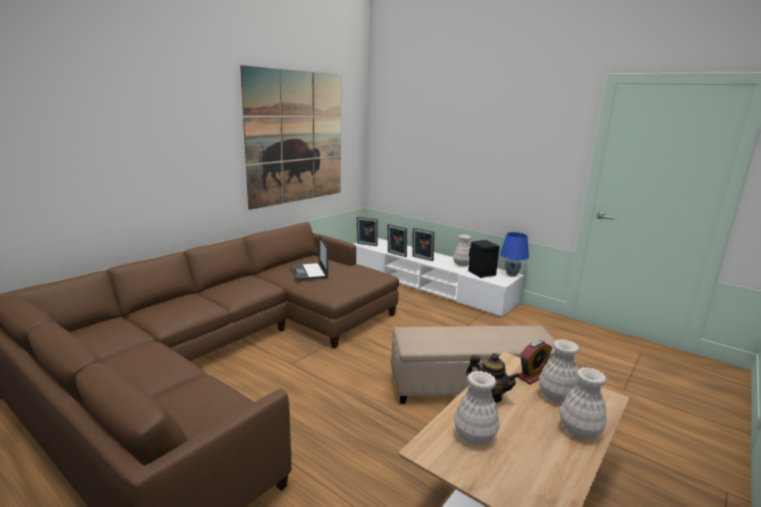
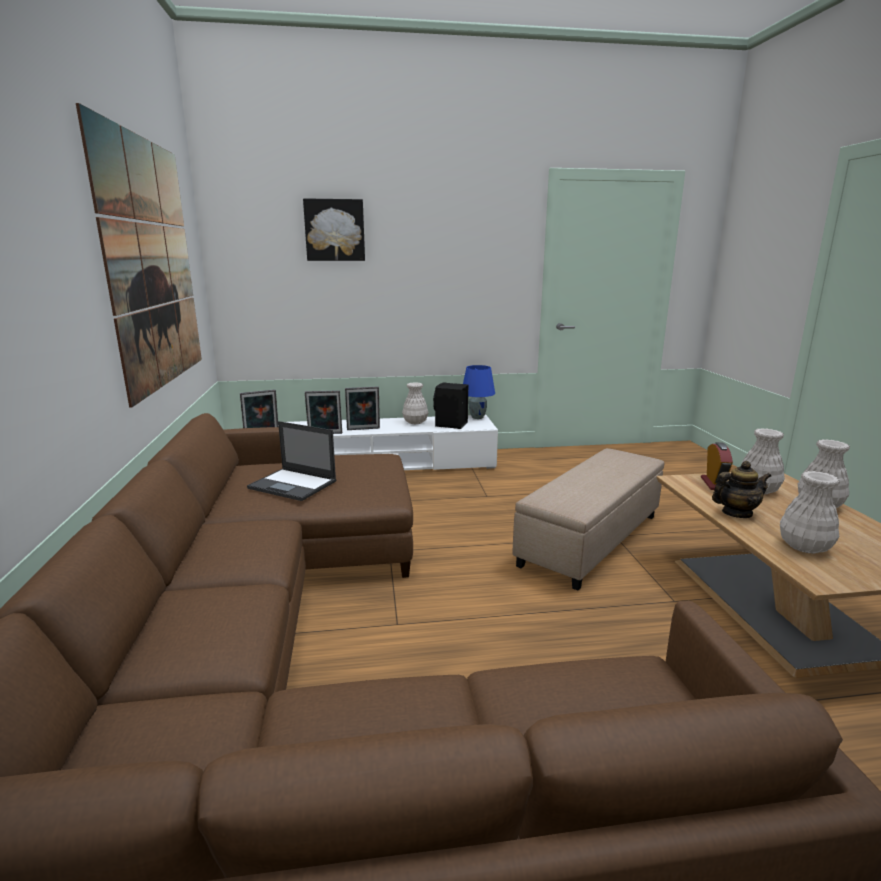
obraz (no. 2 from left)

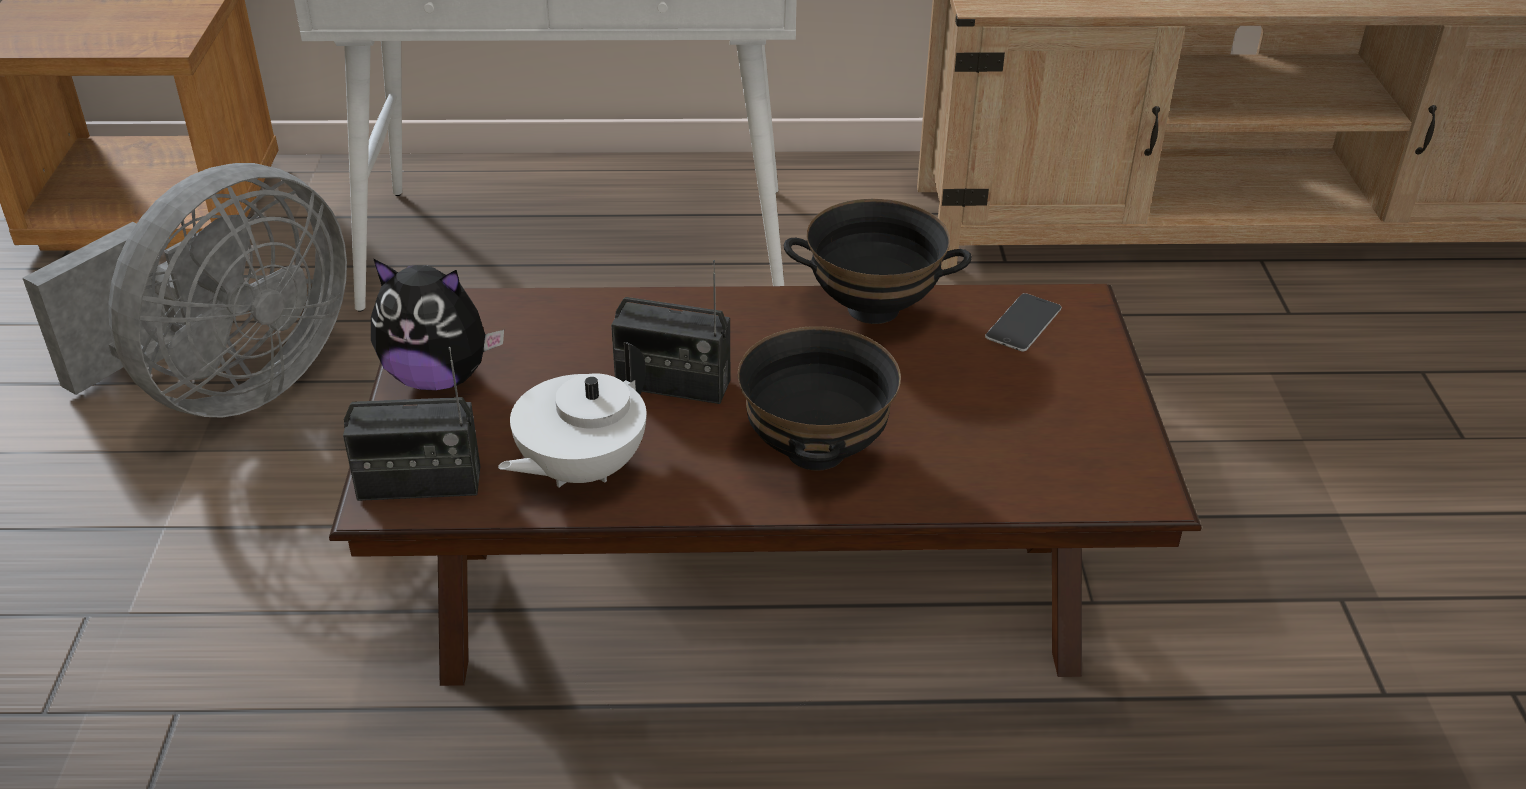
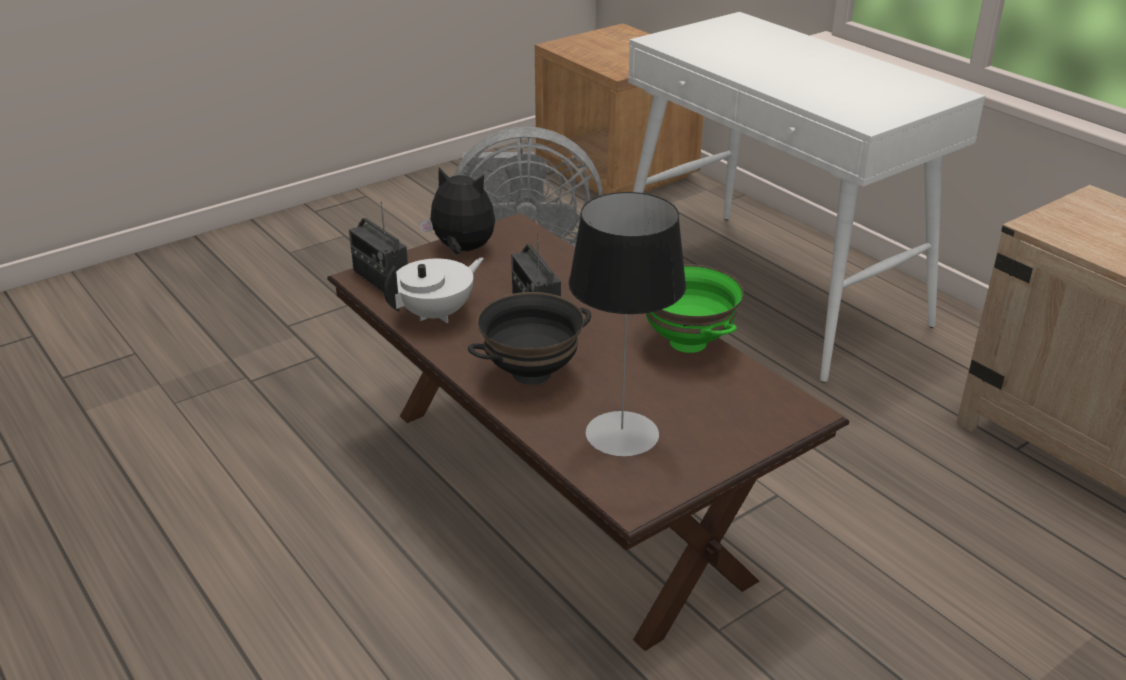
telefon
lampa stołowa
miska/zielony
pluszak
imbryk/biały

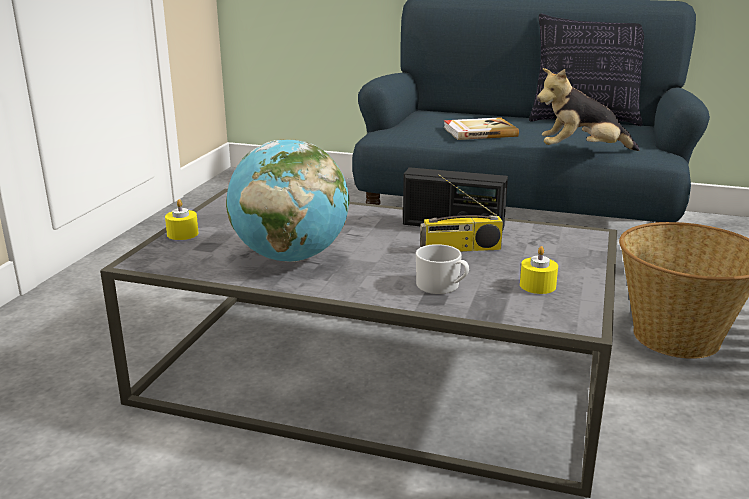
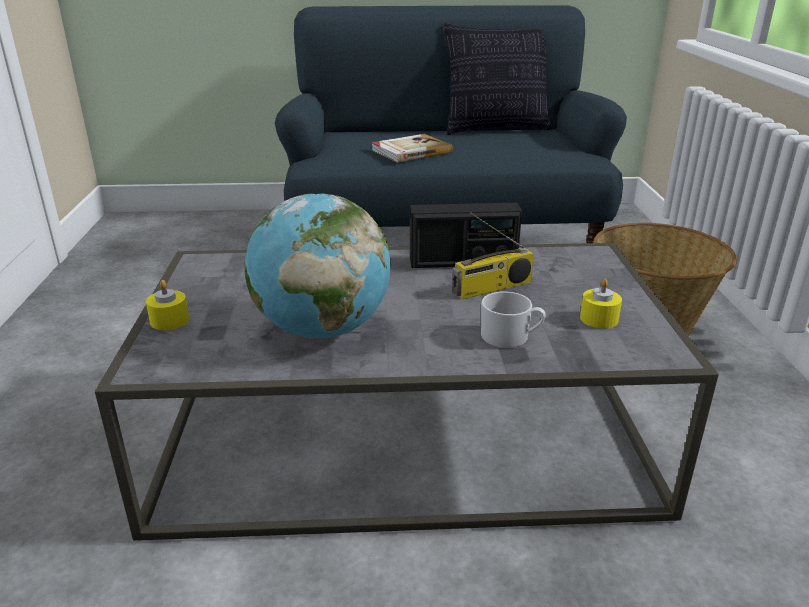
pluszak

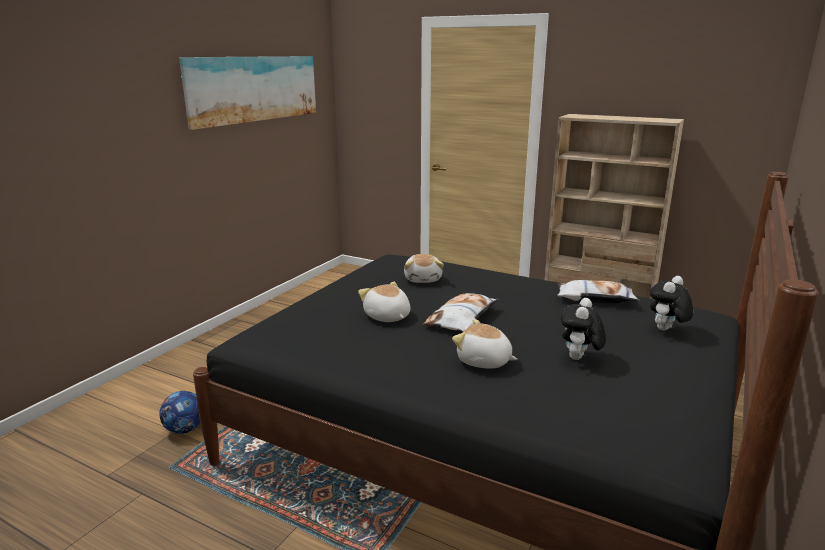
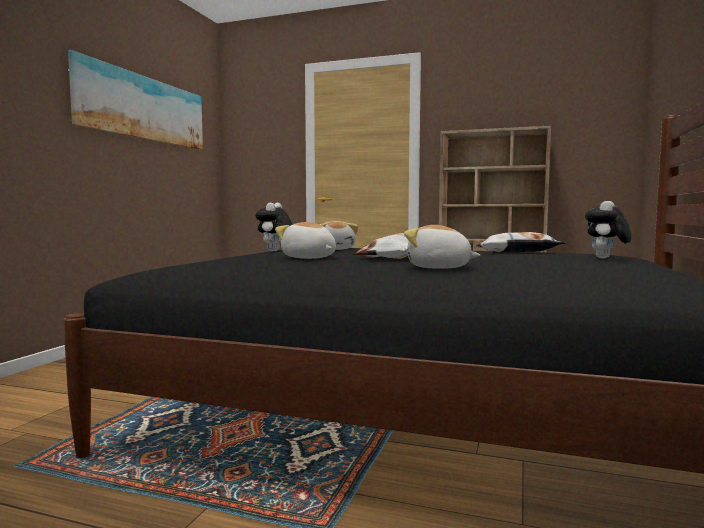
piłka futbolowa
pluszak (no. 1 from left)

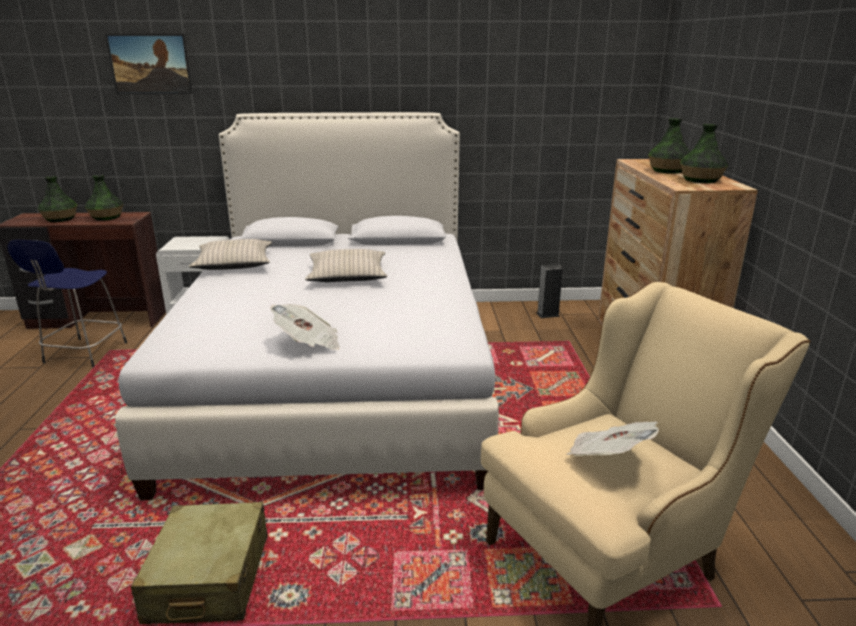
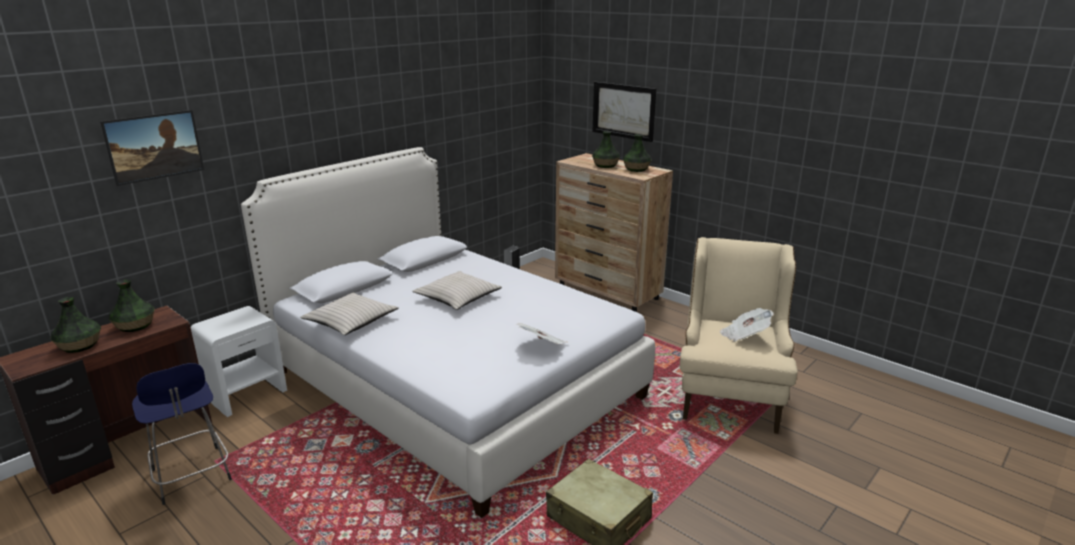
obraz (no. 2 from left)

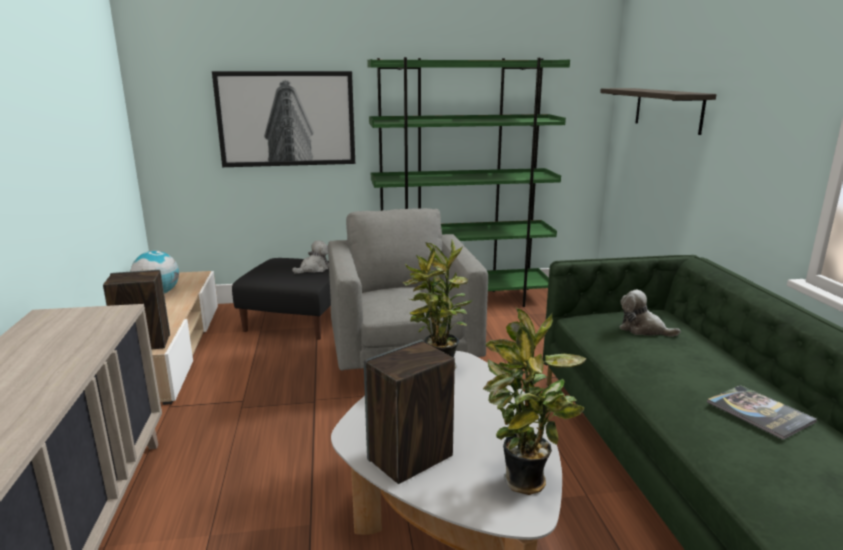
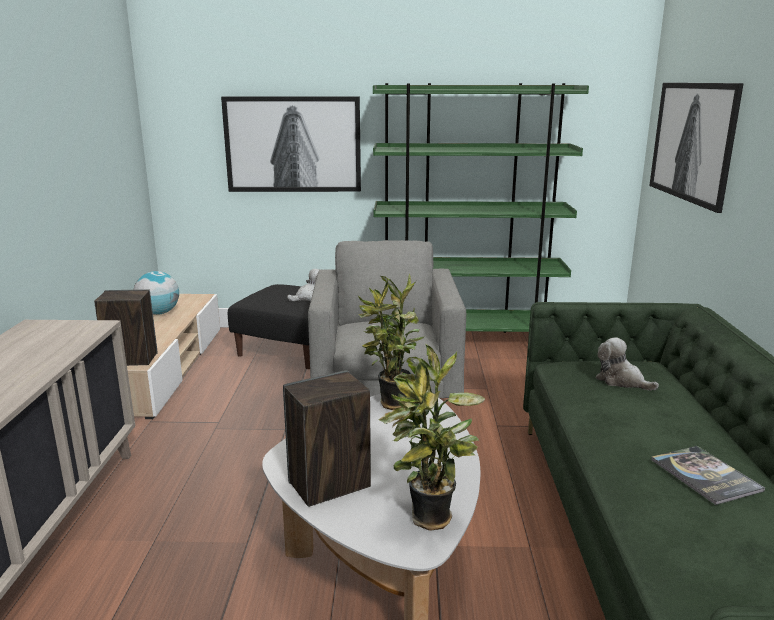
obraz (no. 2 from left)

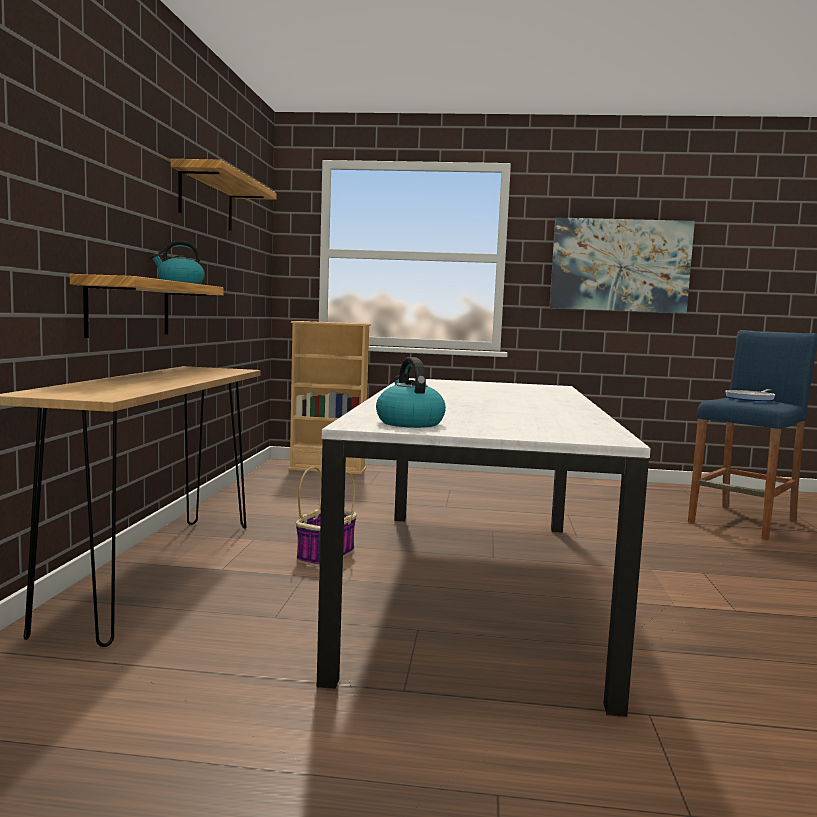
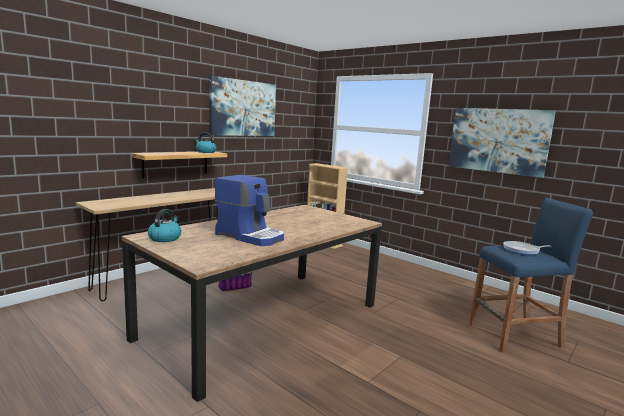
ekspres do kawy
obraz (no. 1 from left)
stół jadalny/brązowy

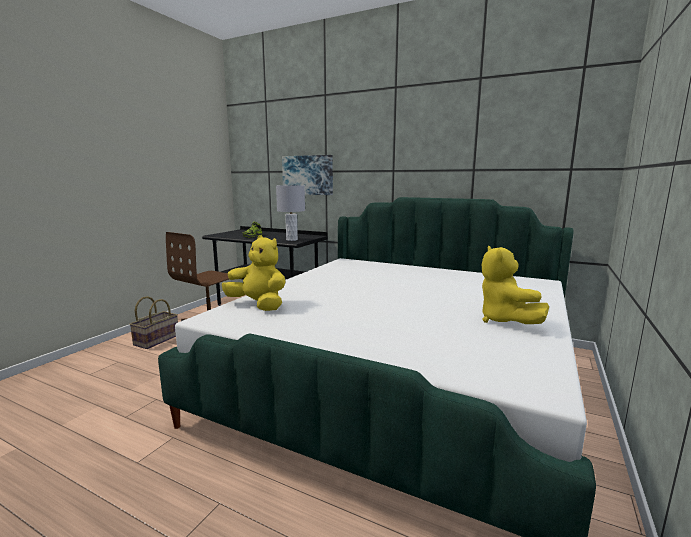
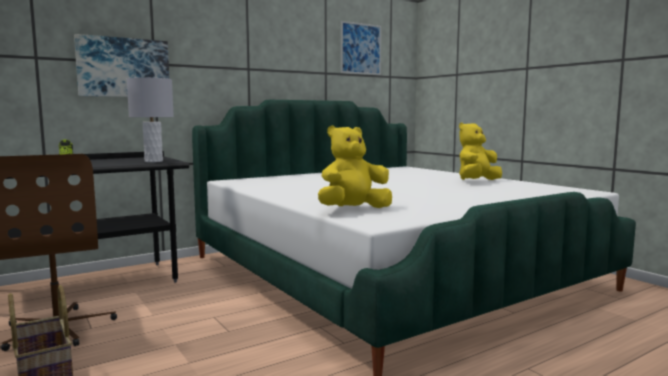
obraz (no. 2 from left)
pluszak/żółty (no. 2 from left)

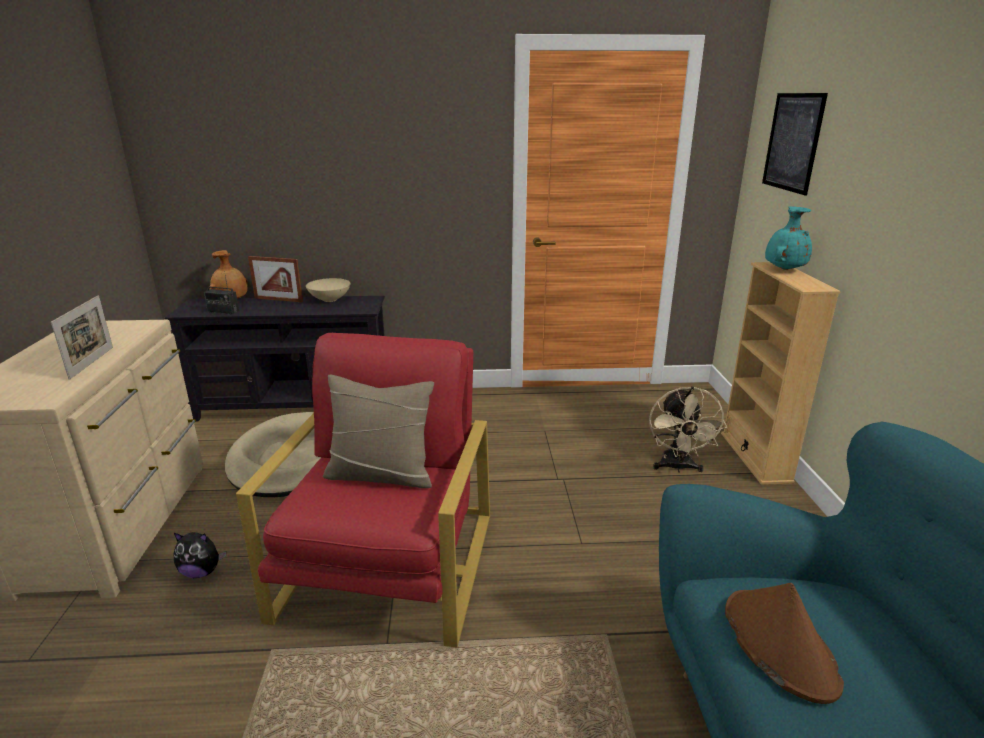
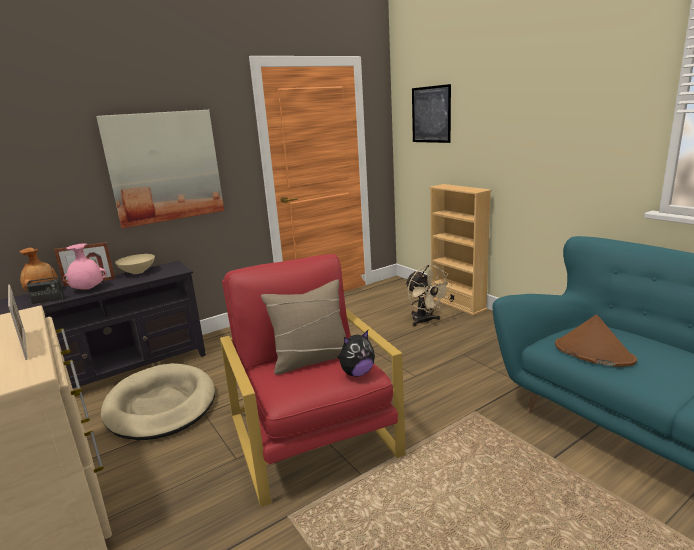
wazon/turkusowy
wazon/różowy
obraz (no. 1 from left)
pluszak

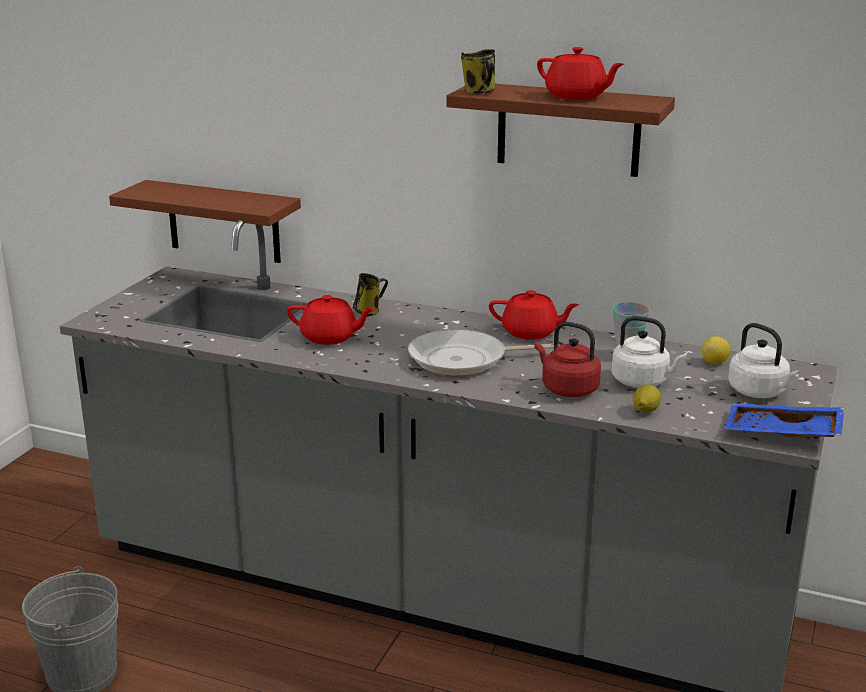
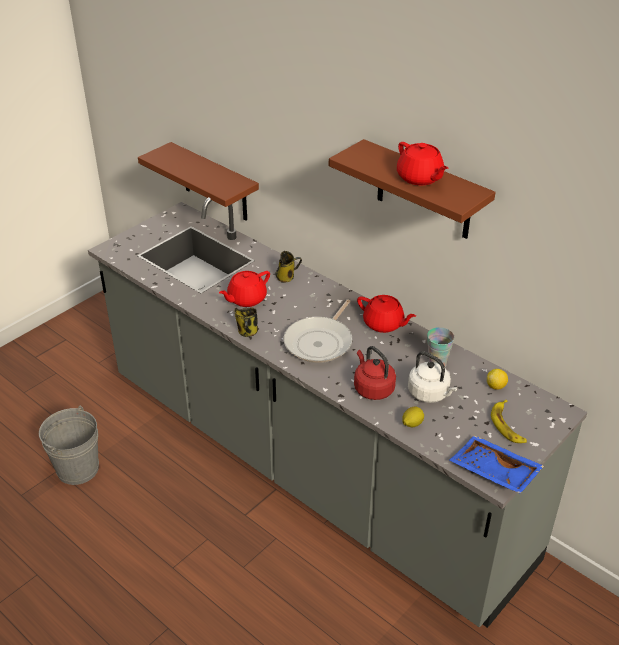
kubek (no. 1 from left)
banan
imbryk/czerwony (no. 1 from left)
patelnia

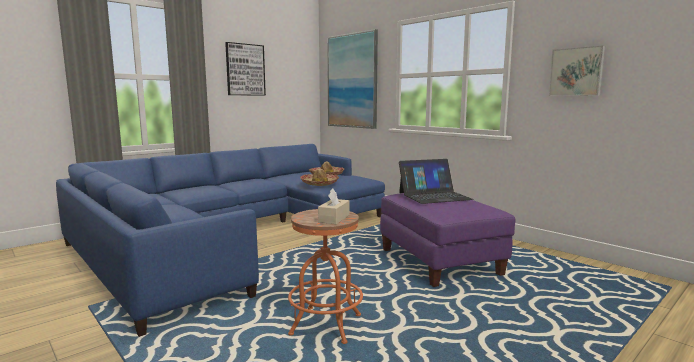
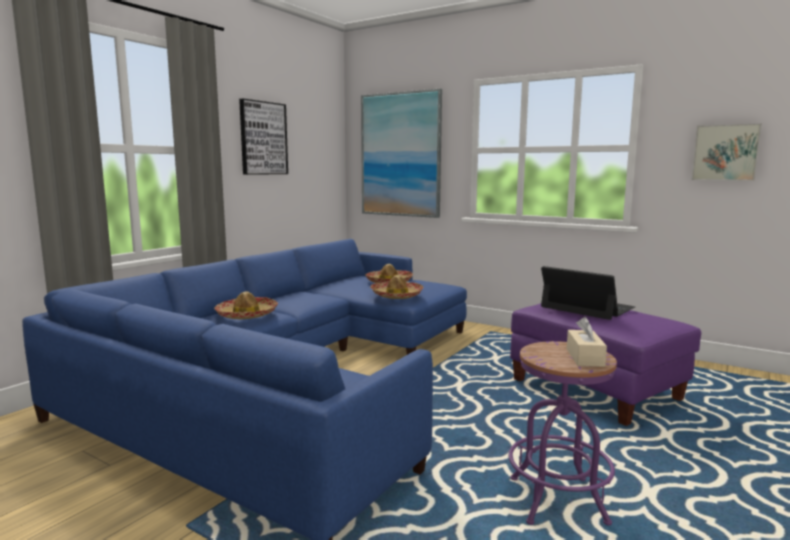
kapelusz (no. 1 from left)
stołek/fioletowy
laptop

